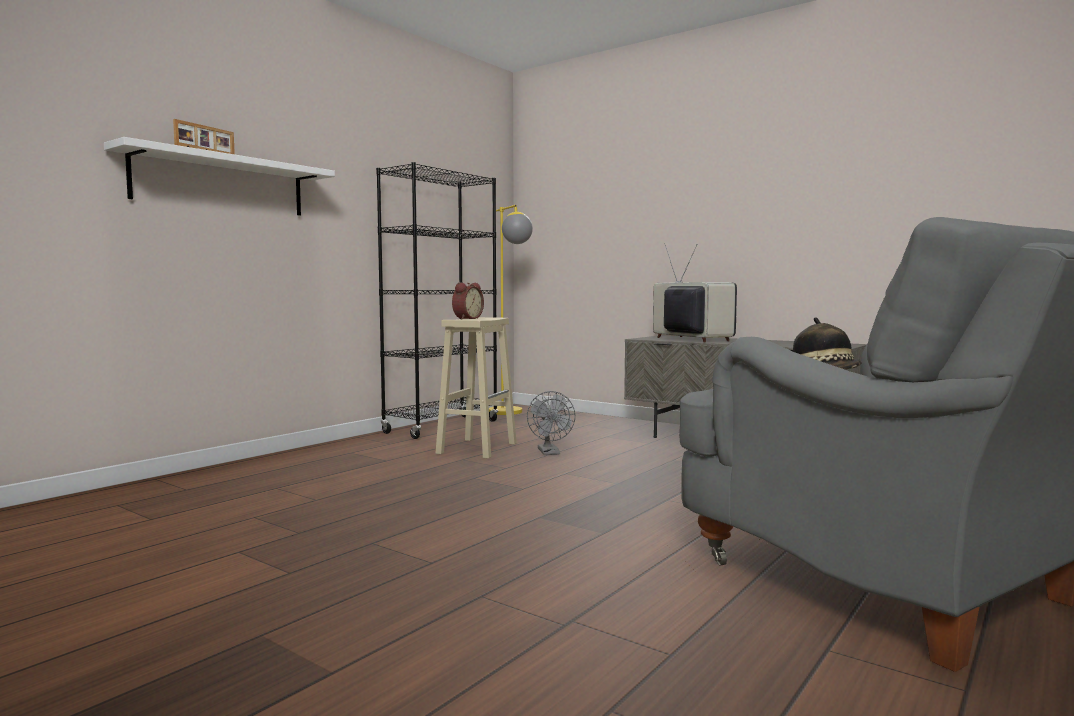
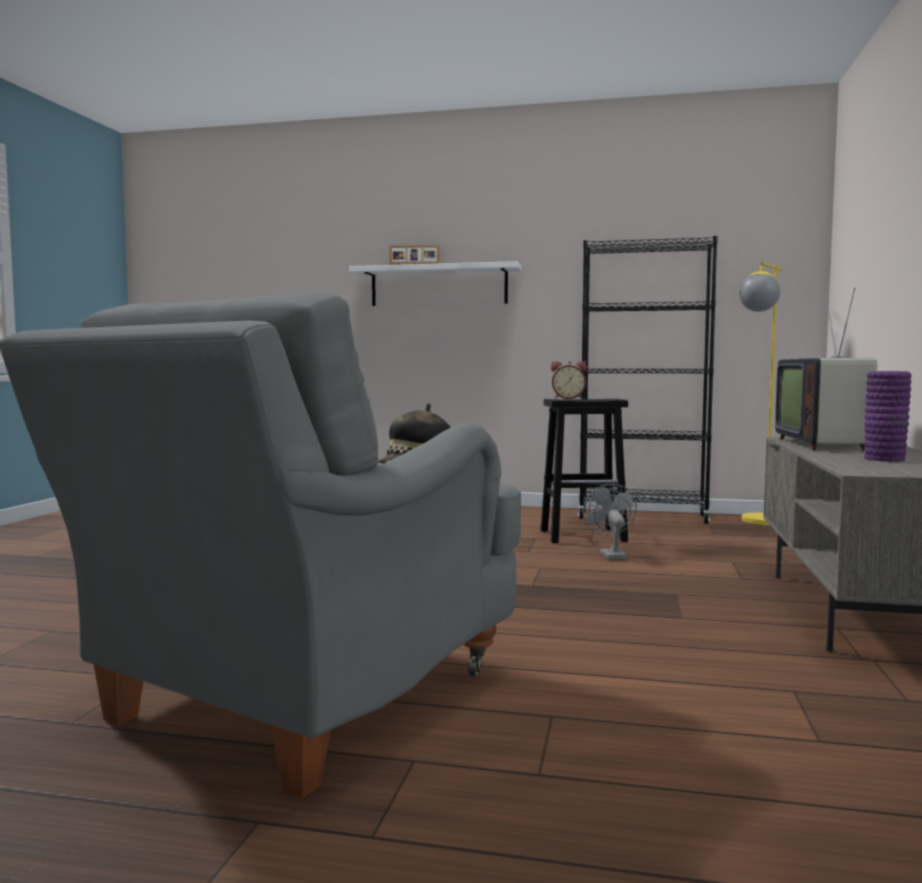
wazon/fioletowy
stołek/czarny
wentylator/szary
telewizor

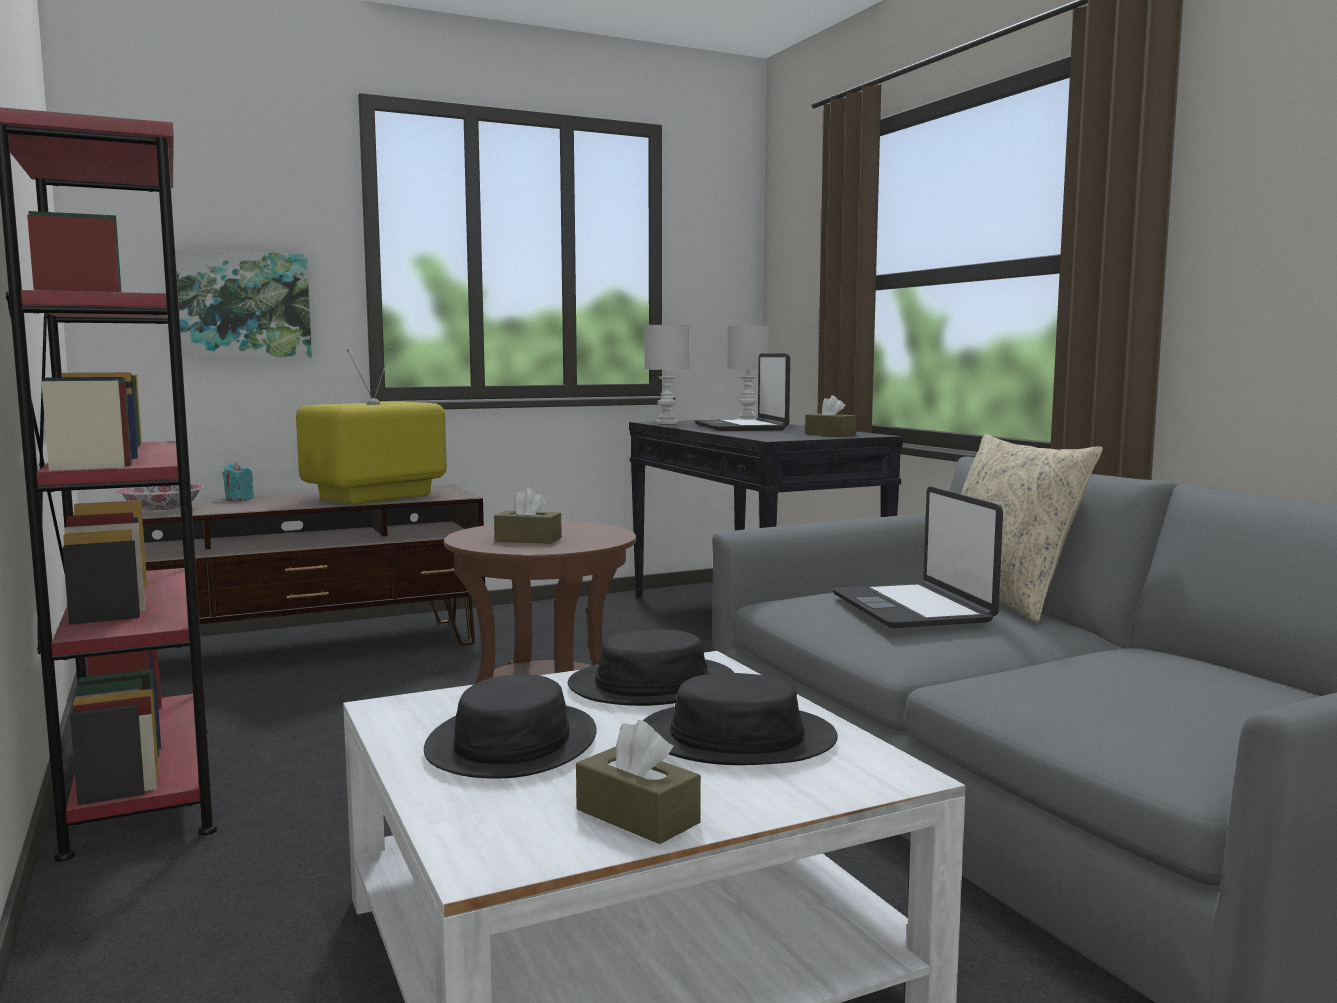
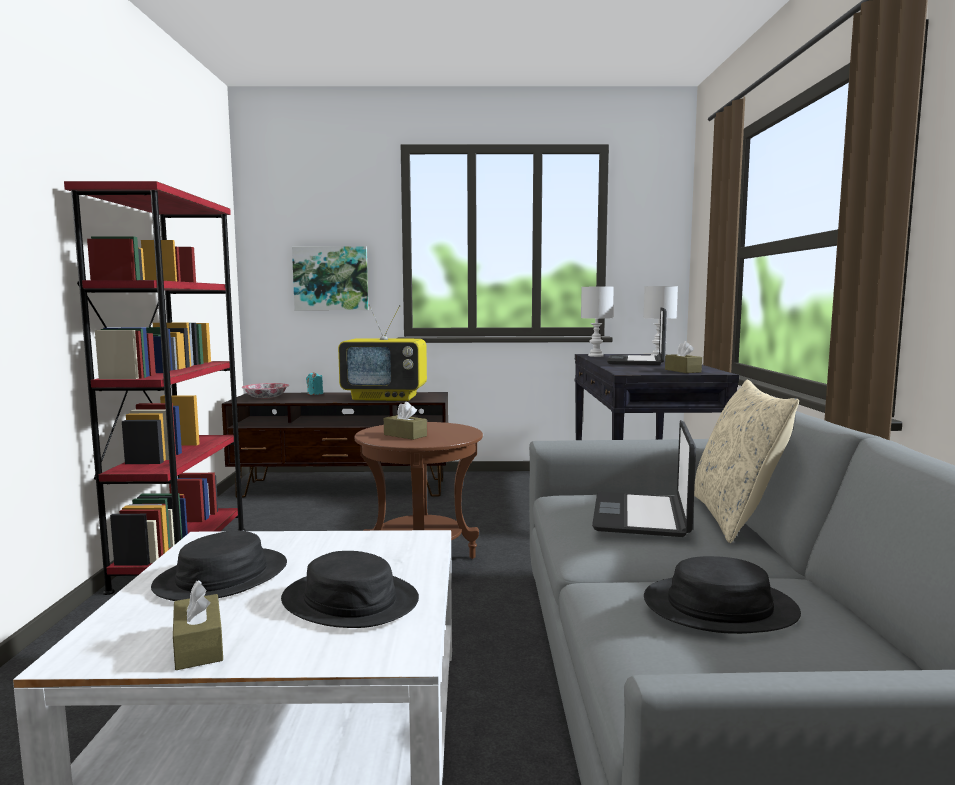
kapelusz/czarny (no. 3 from left)
telewizor

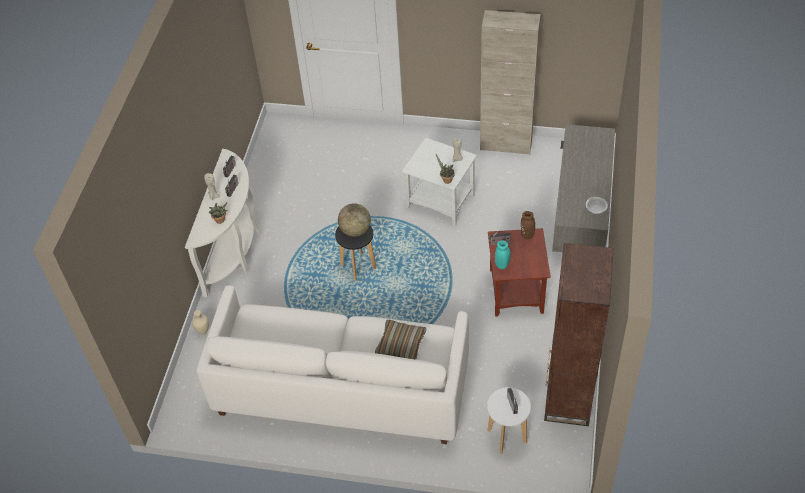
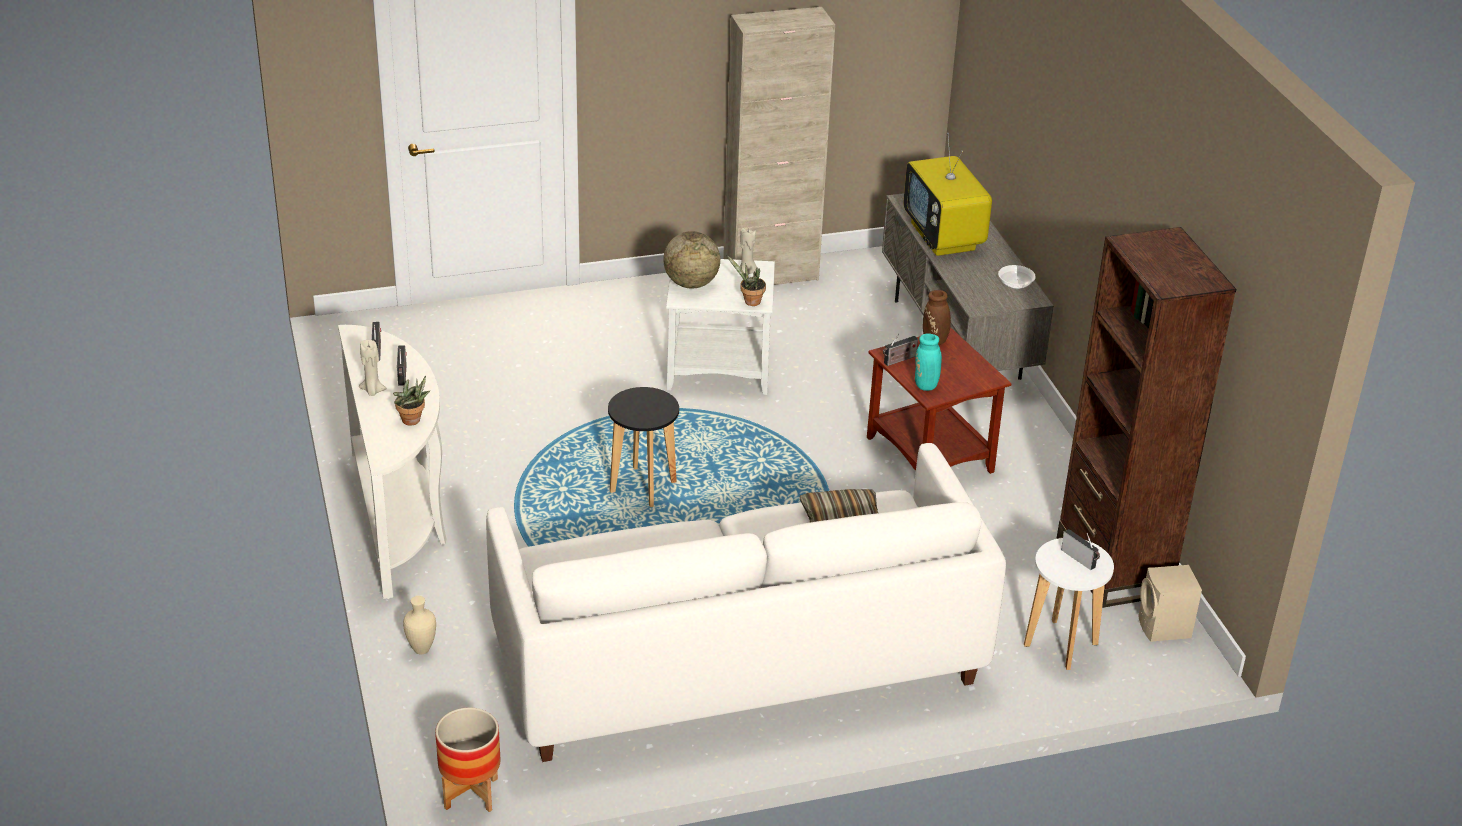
donica
telewizor
głośnik/beżowy
globus

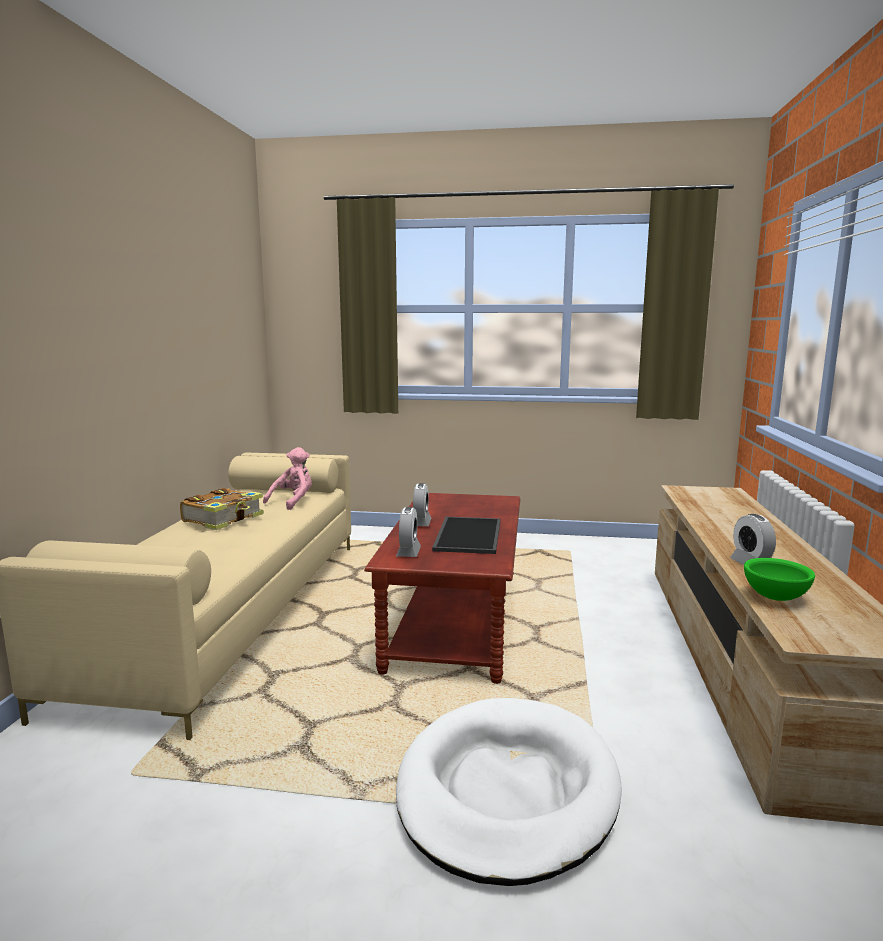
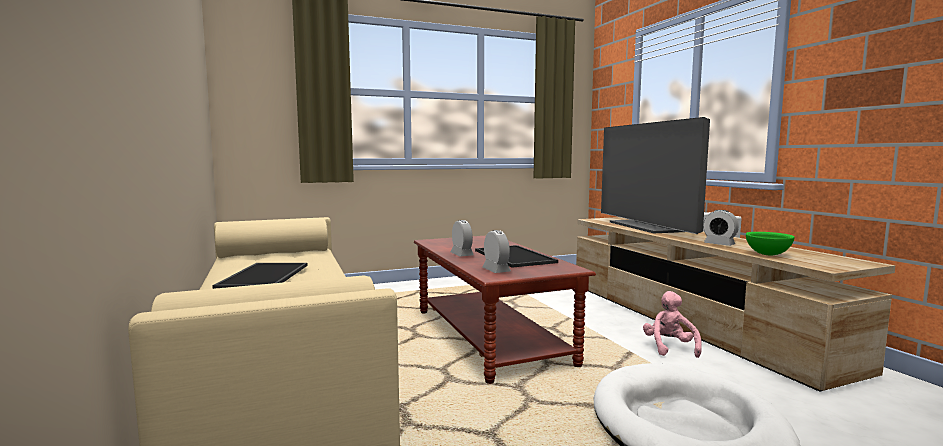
telewizor
pluszak/różowy
taca (no. 1 from left)

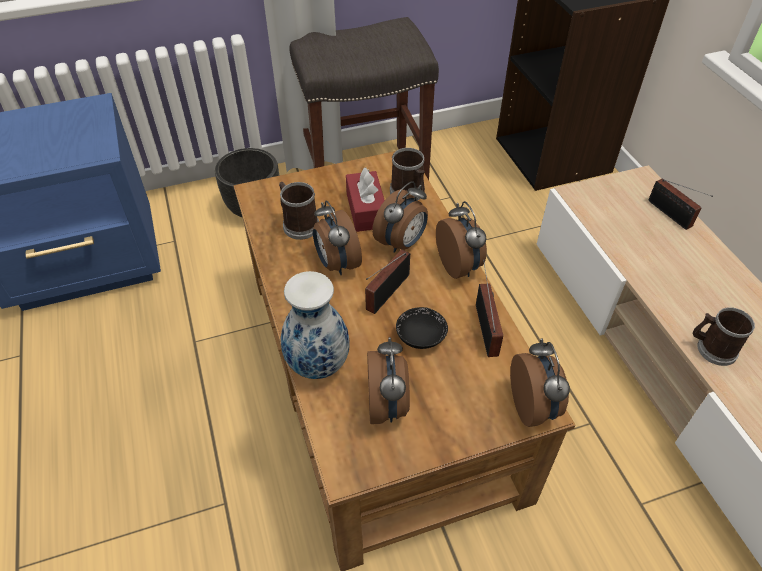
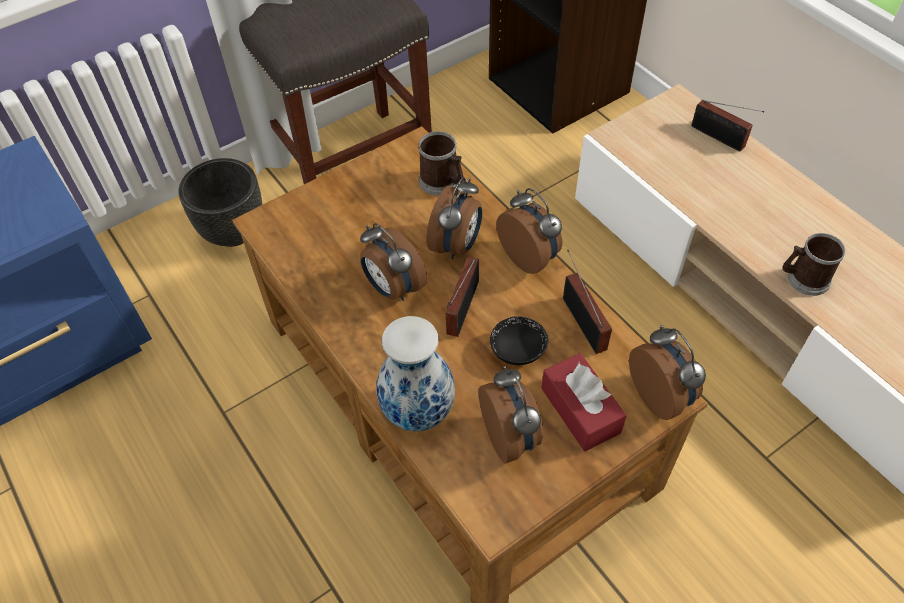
kubek (no. 1 from left in the first image)
pudełko chusteczek/czerwony

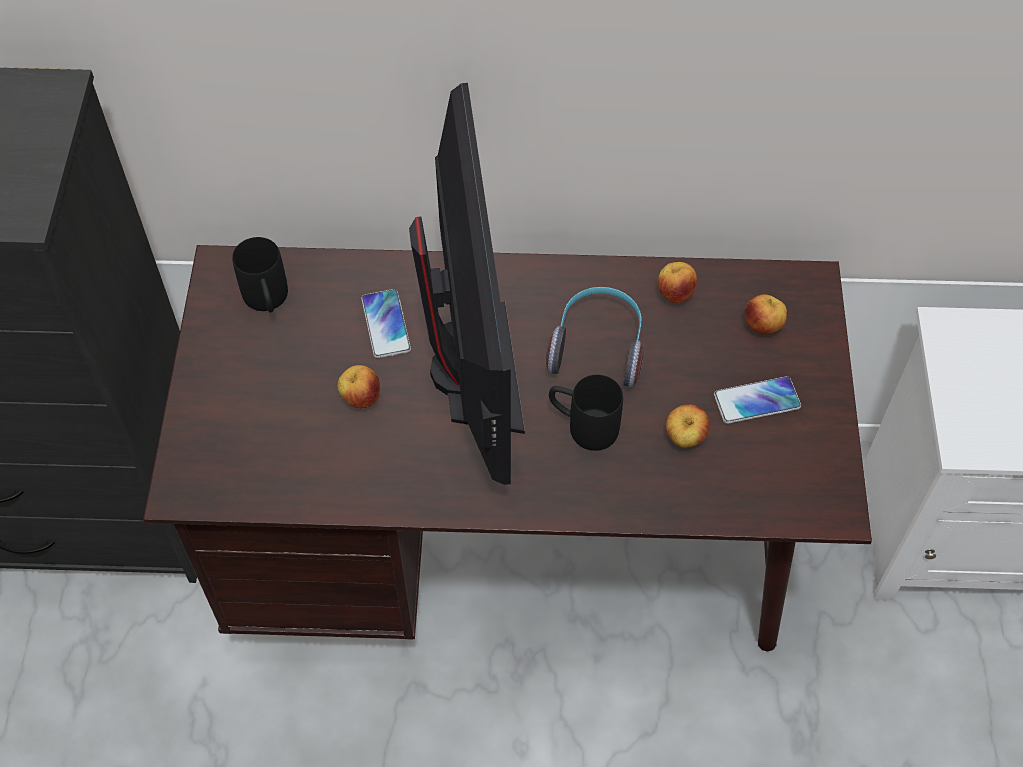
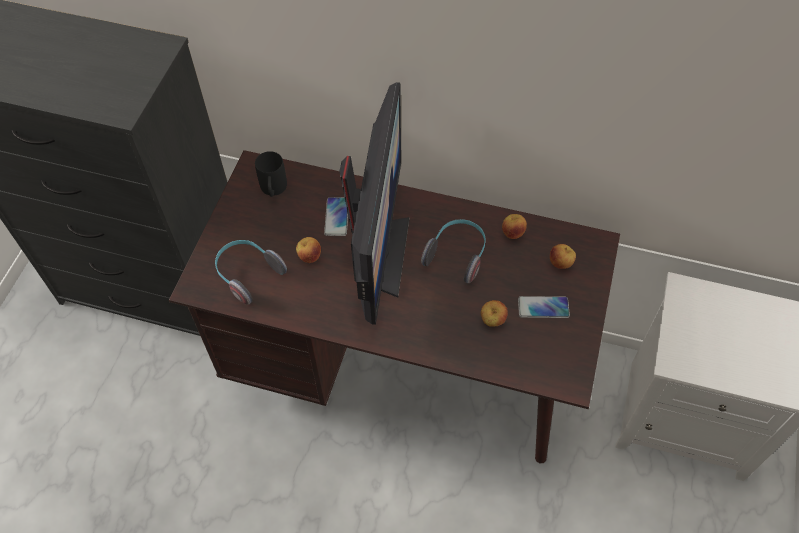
kubek/czarny (no. 2 from left in the first image)
słuchawki (no. 1 from left)

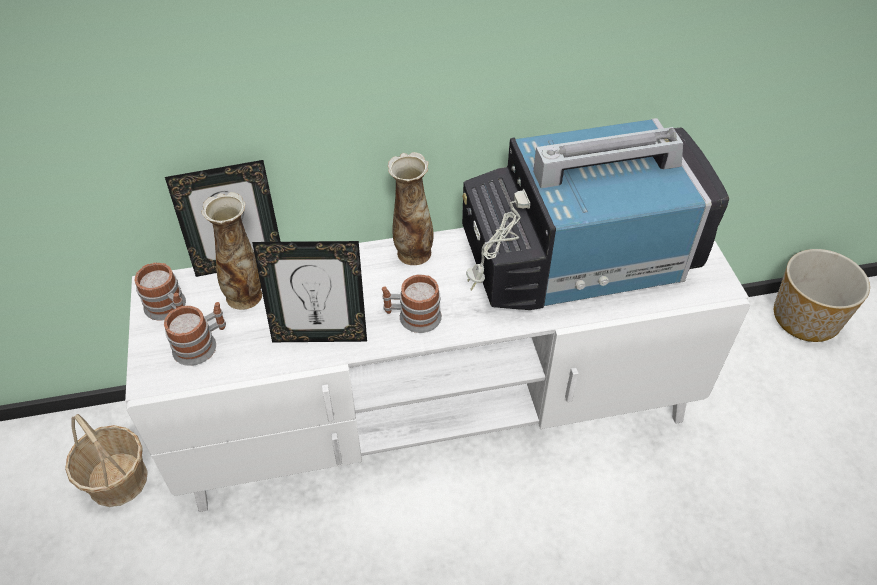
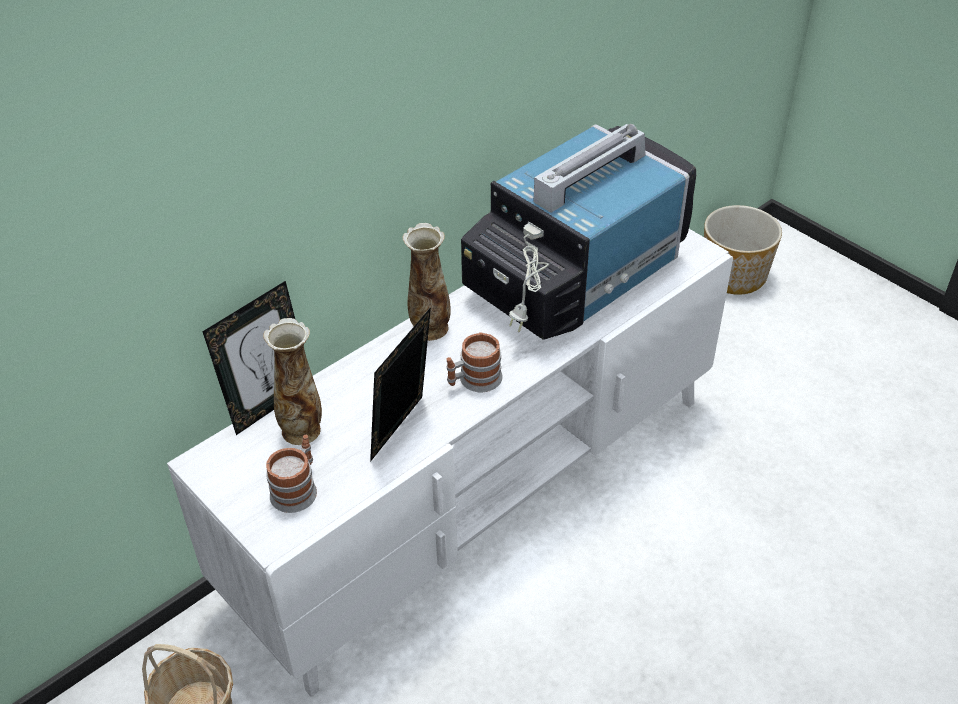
kubek (no. 1 from left in the first image)
ramka na zdjęcie (no. 2 from left)

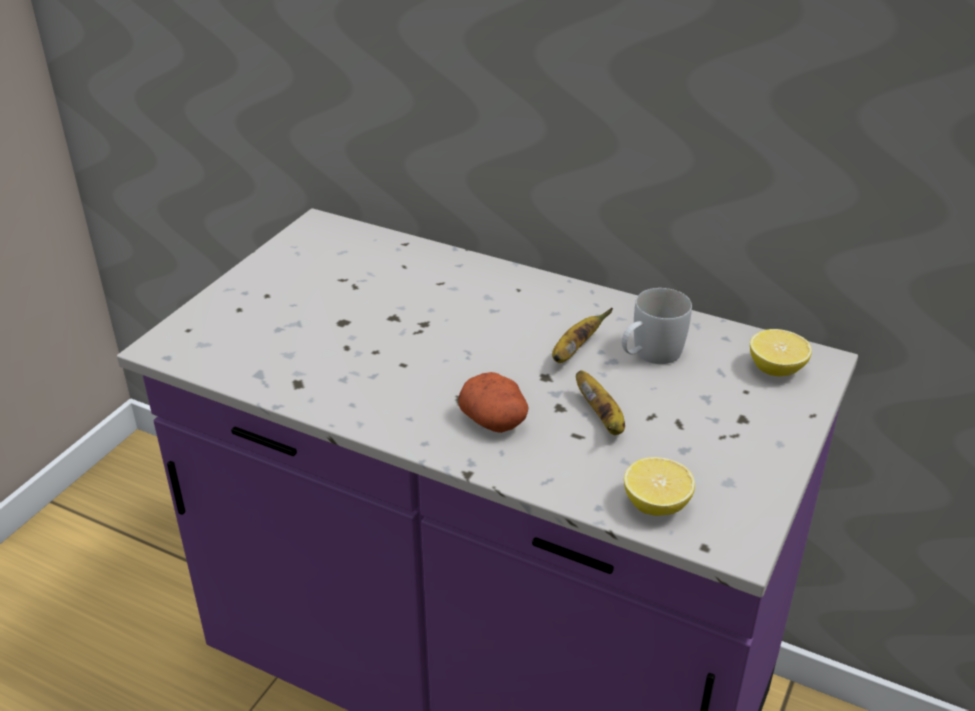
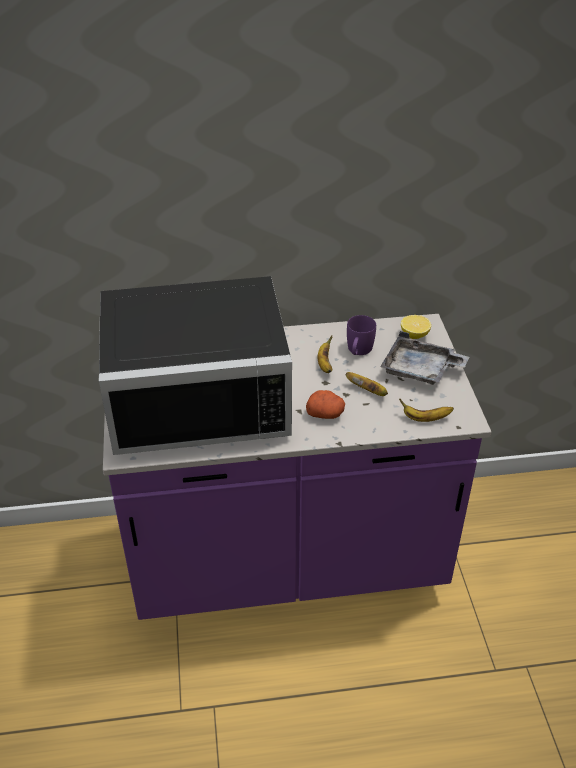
mikrofalówka/czarny
taca/szary
banan (no. 3 from left)
kubek/fioletowy

